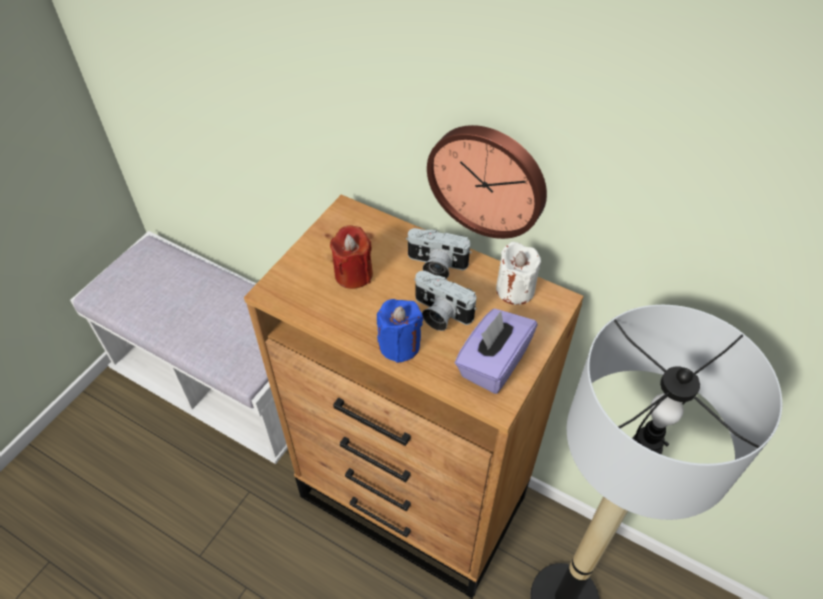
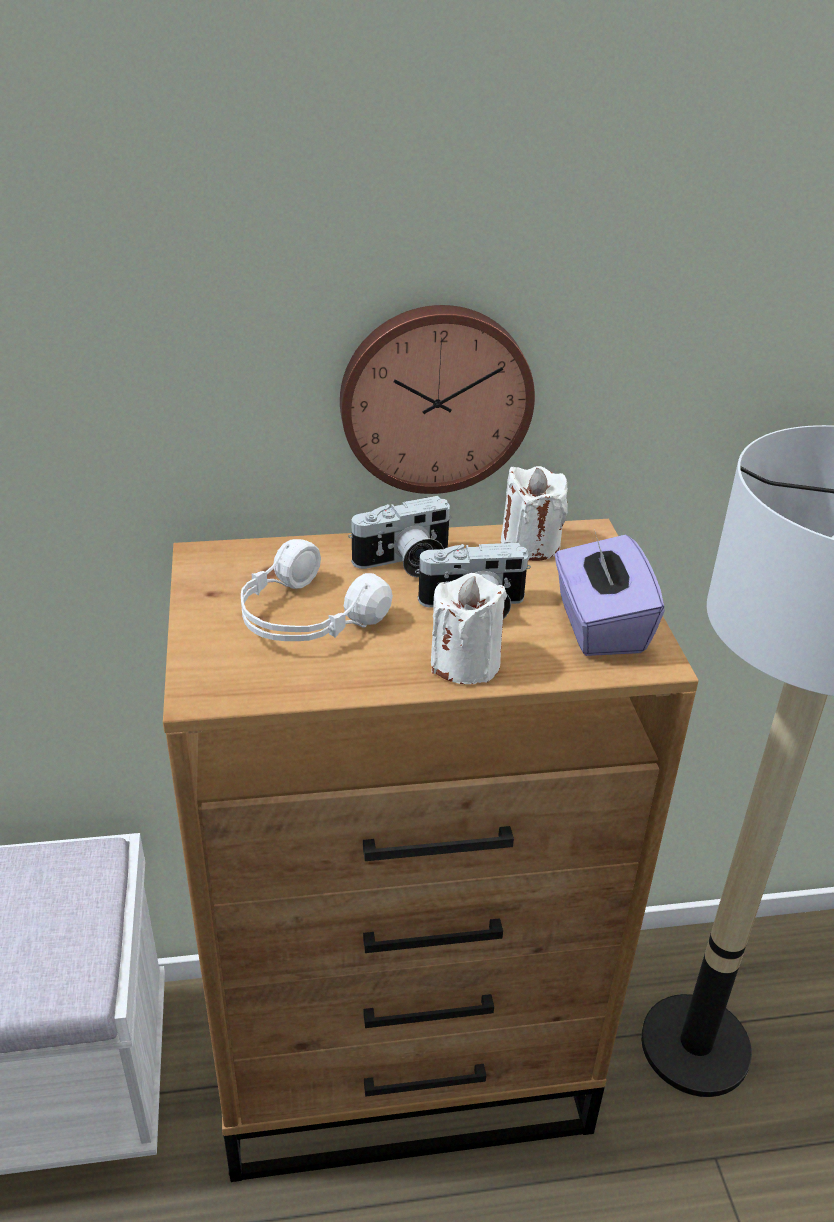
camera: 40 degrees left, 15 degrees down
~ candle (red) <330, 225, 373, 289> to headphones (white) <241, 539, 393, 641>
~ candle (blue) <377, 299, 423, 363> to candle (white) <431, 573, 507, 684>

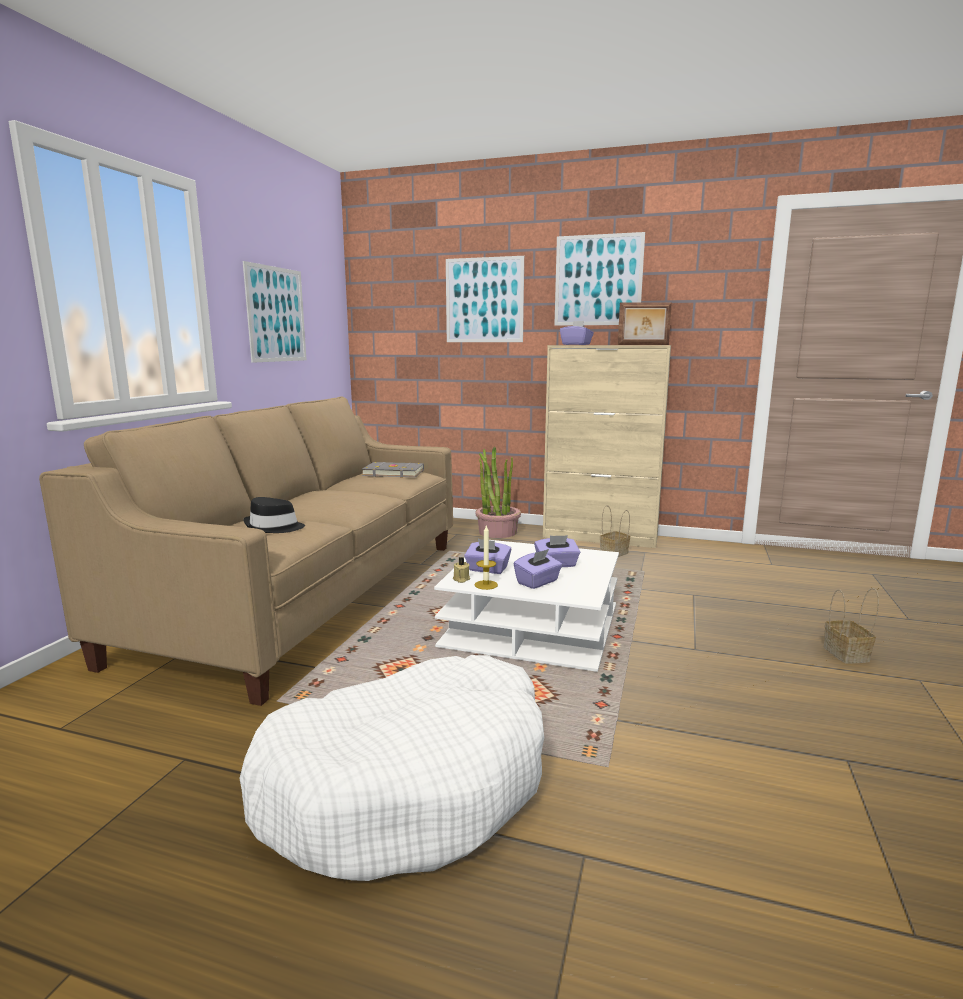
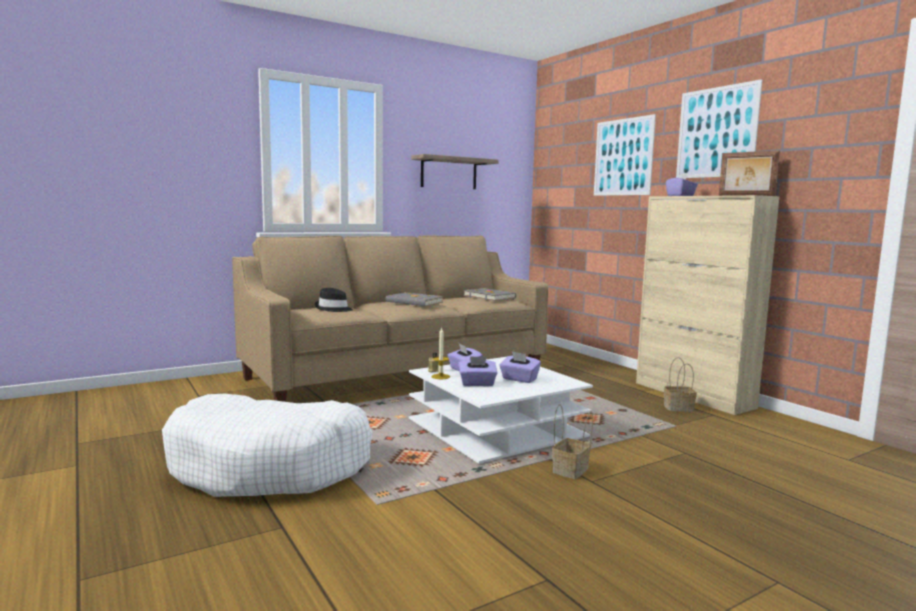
camera: 40 degrees right, 5 degrees down
~ picture <243, 261, 307, 363> to shelf <411, 154, 499, 189>
- potted plant <475, 447, 521, 538>
~ basket <824, 588, 879, 663> to <552, 404, 593, 479>
+ book (grey) <385, 292, 443, 306>

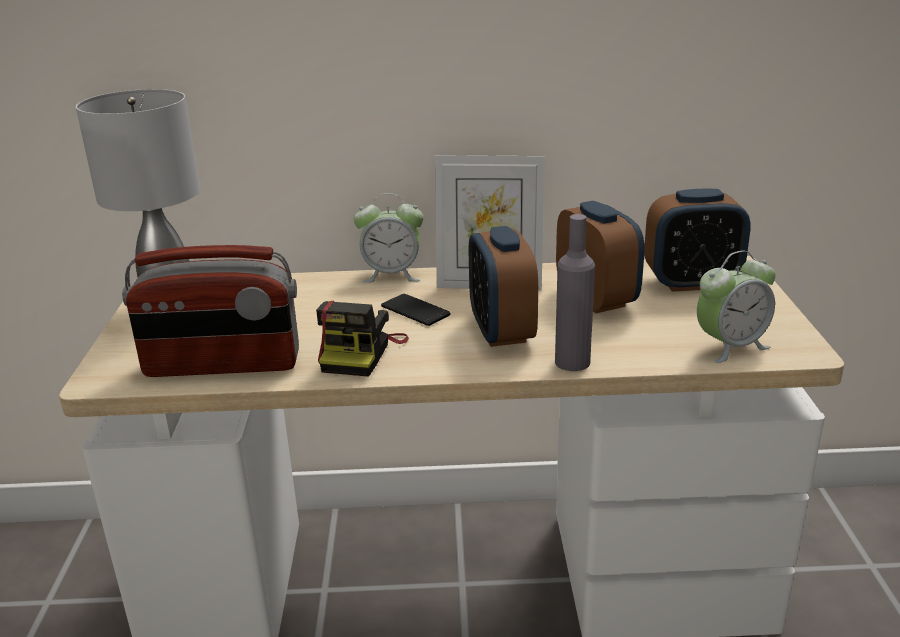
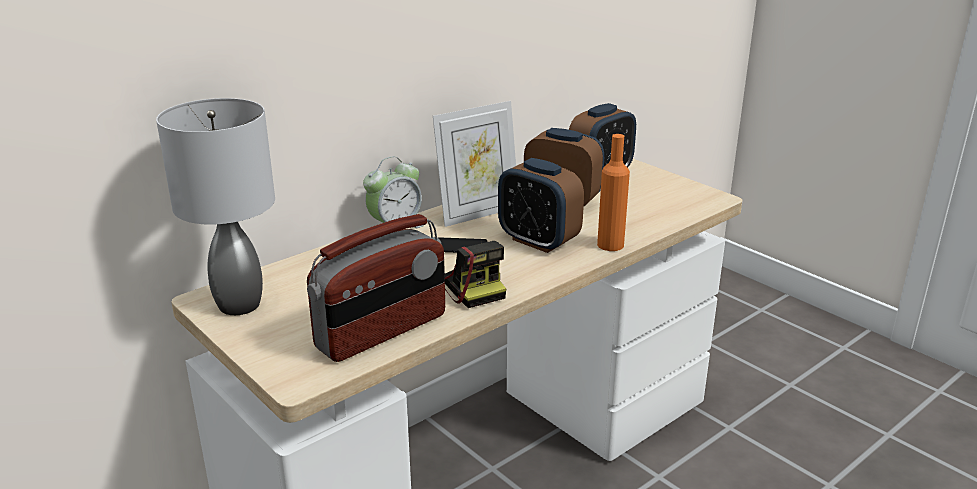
camera: 40 degrees left, 0 degrees up
~ bottle (grey) <555, 214, 595, 371> to bottle (orange) <597, 134, 630, 251>
- alarm clock <697, 250, 775, 363>

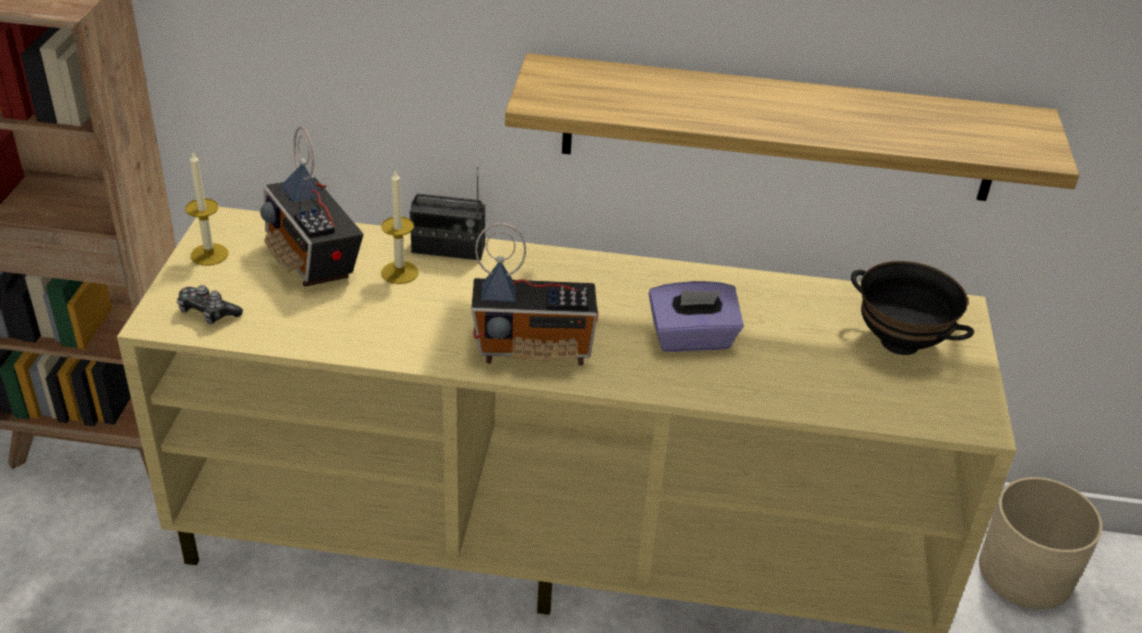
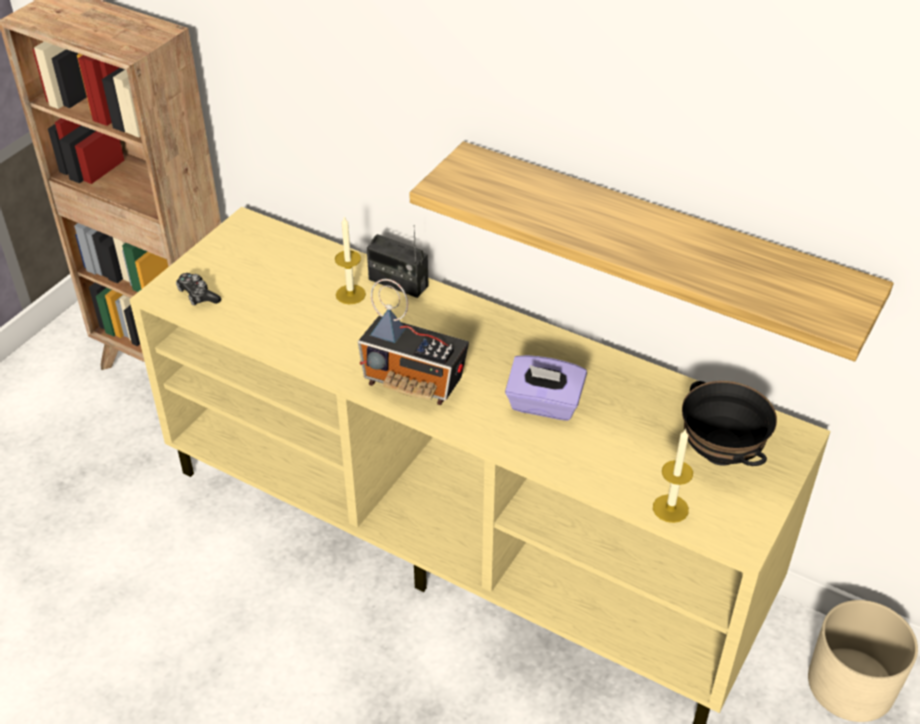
camera: 25 degrees right, 5 degrees up
- radio <260, 126, 364, 287>
~ candle <185, 153, 228, 266> to <653, 428, 693, 523>

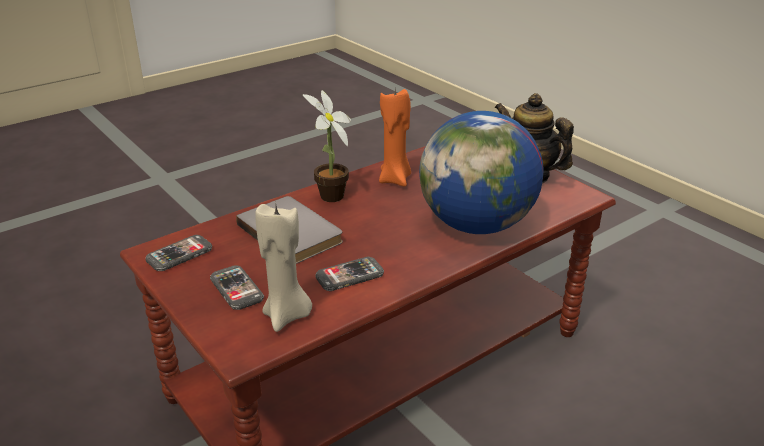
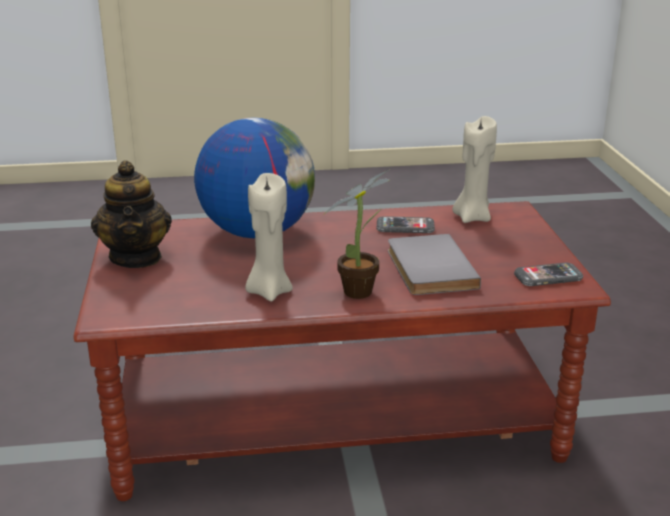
camera: 150 degrees left, 5 degrees down
~ candle (orange) <379, 88, 411, 187> to candle (beige) <245, 173, 293, 302>
- phone <210, 265, 264, 310>

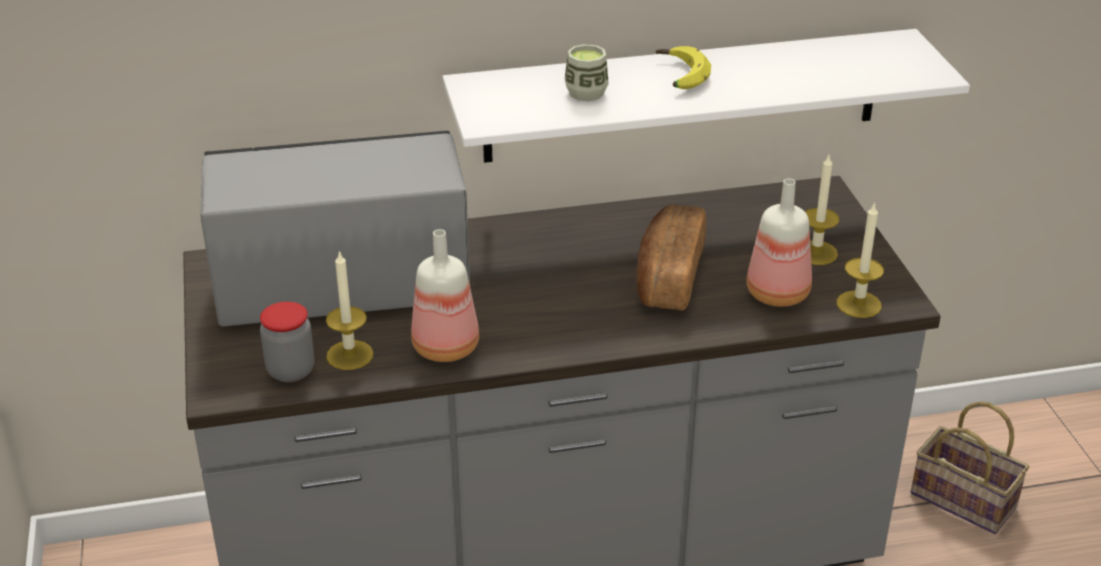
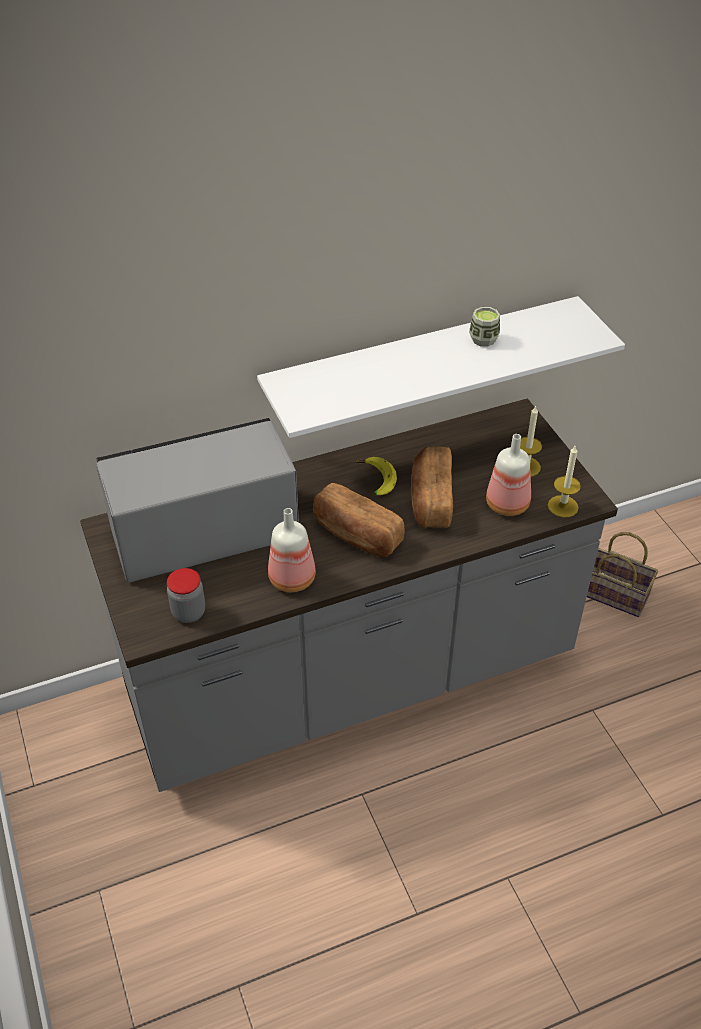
camera: 10 degrees left, 10 degrees up
~ cup <565, 44, 609, 101> to <469, 307, 500, 347>
~ banana <656, 46, 711, 89> to <356, 457, 397, 496>
- candle <326, 250, 373, 370>
+ bread <313, 483, 405, 557>

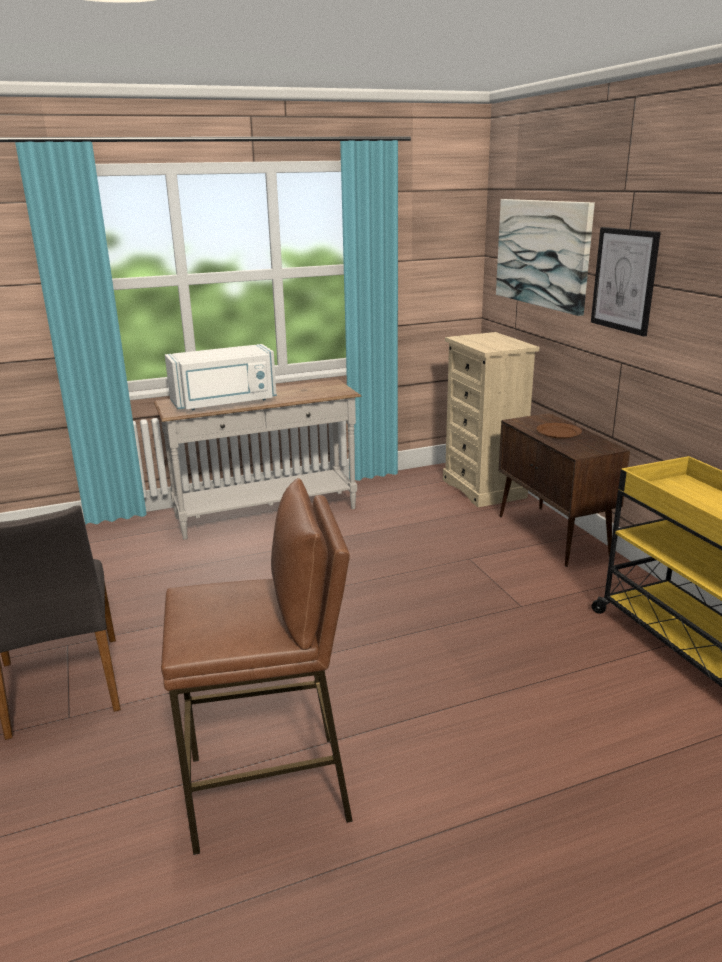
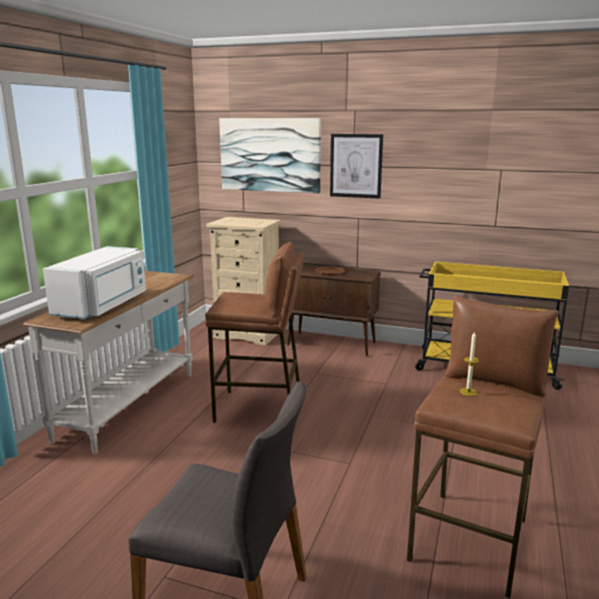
camera: 50 degrees left, 5 degrees down
+ stool (brown) <205, 242, 304, 423>
+ candle <459, 331, 479, 396>

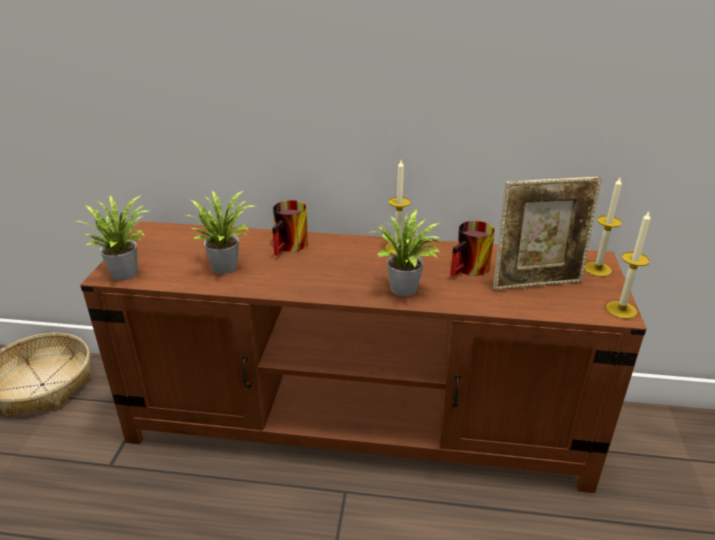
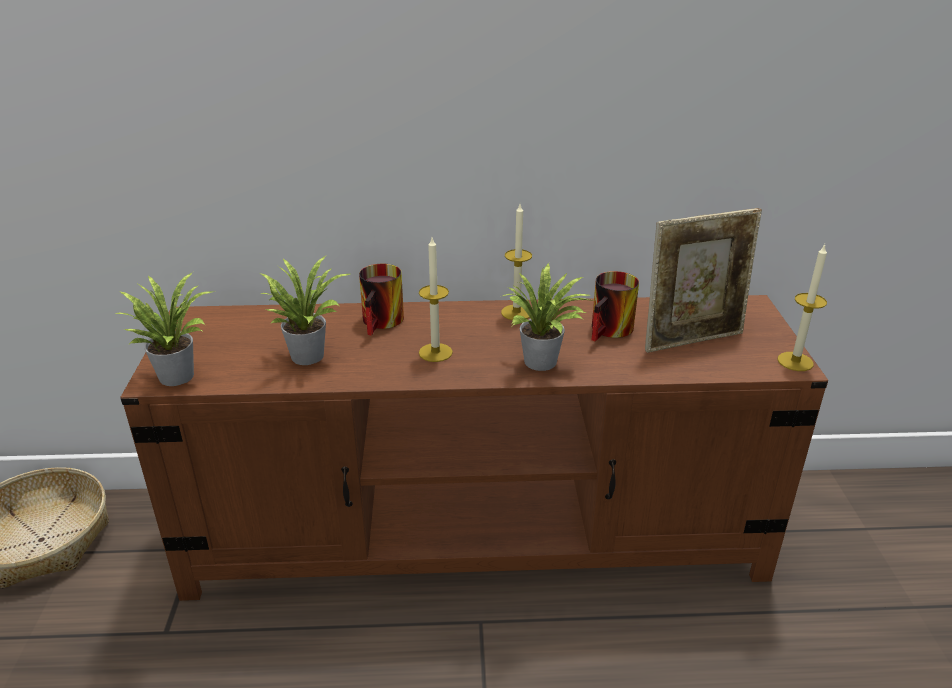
camera: 10 degrees left, 0 degrees up
~ candle <584, 178, 622, 277> to <419, 238, 453, 362>

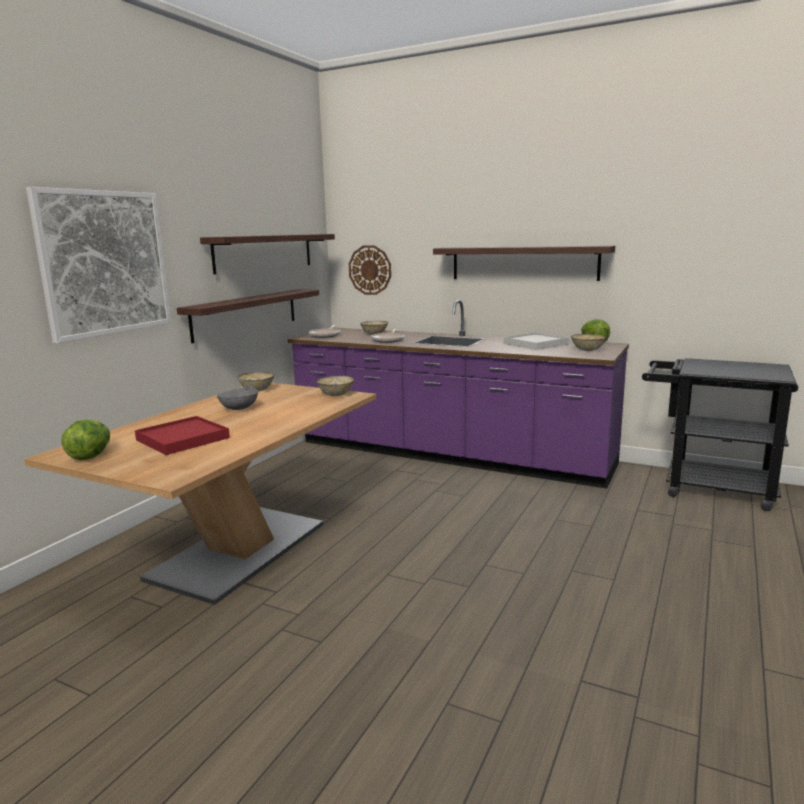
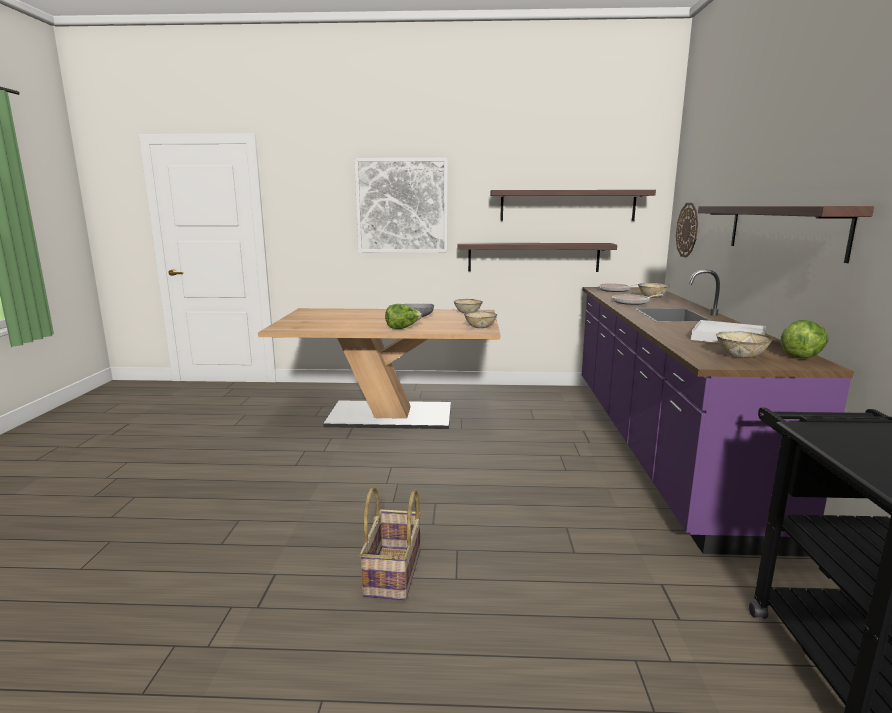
camera: 65 degrees right, 0 degrees up
- tray (red) <135, 416, 230, 455>
~ lettuce <61, 420, 110, 460> to <385, 304, 422, 329>
+ basket <359, 487, 421, 600>

